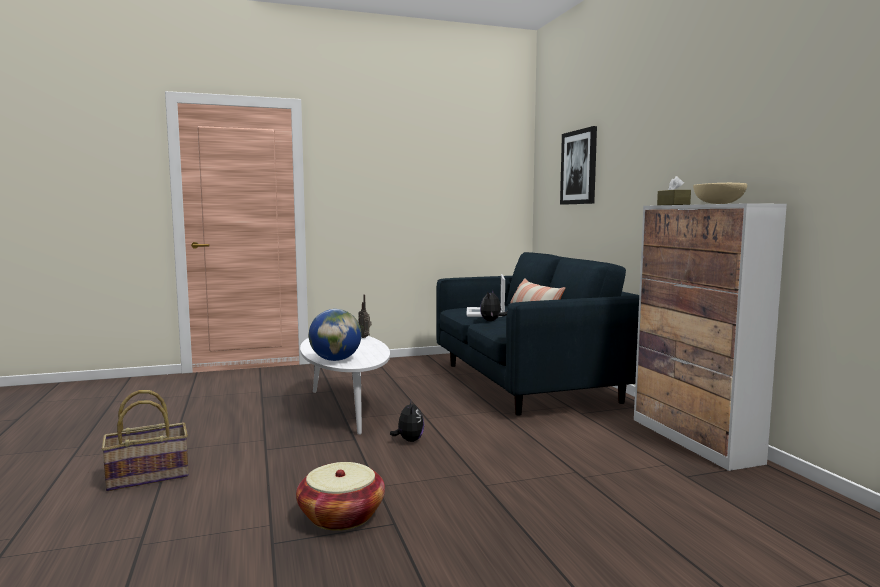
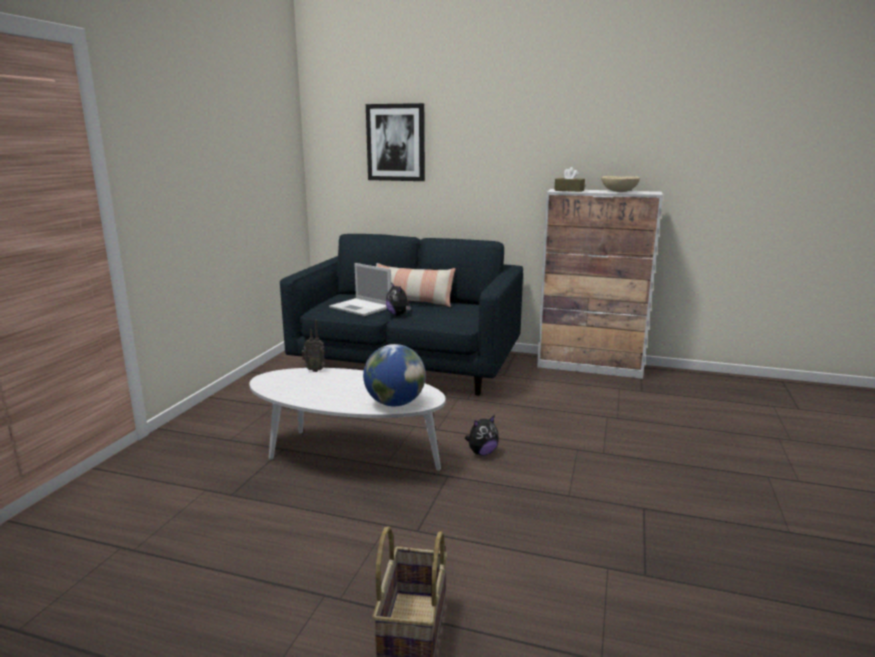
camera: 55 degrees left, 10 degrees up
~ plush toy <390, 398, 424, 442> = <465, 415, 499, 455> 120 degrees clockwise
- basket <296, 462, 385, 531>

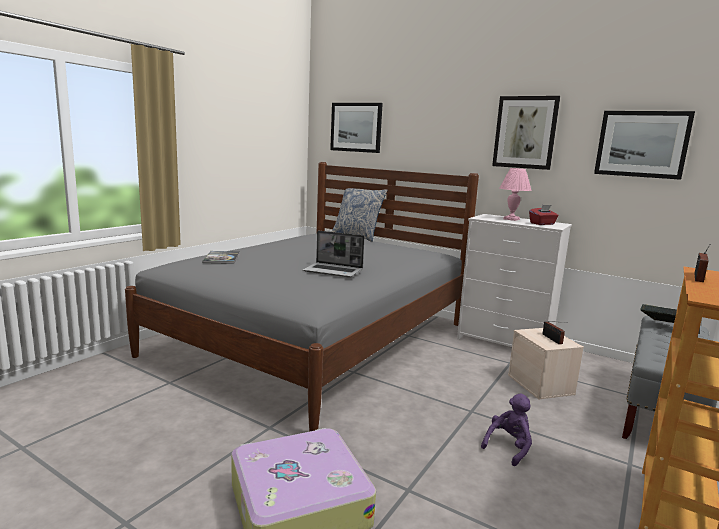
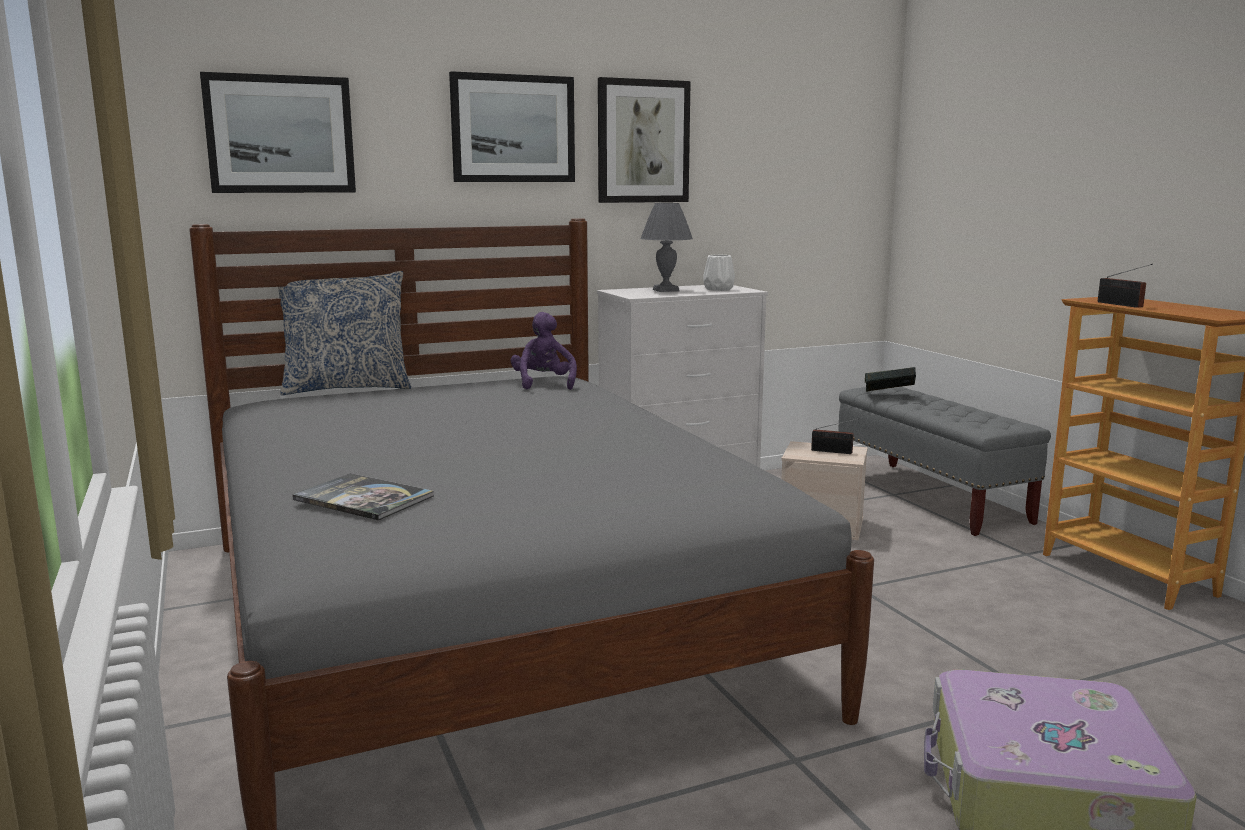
camera: 55 degrees left, 0 degrees up
~ picture <594, 111, 695, 180> to <449, 71, 575, 182>
~ table lamp (pink) <500, 168, 532, 221> to table lamp (grey) <640, 203, 693, 292>
~ tissue box (red) <529, 205, 559, 225> to vase (white) <703, 255, 735, 291>
- laptop <303, 231, 365, 278>
~ plush toy (purple) <481, 393, 532, 466> to <511, 312, 577, 390>

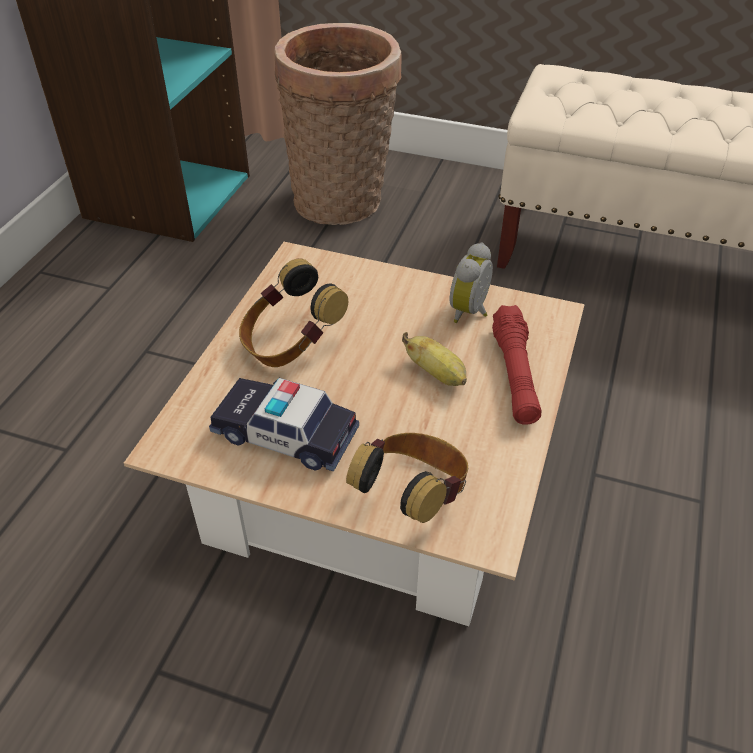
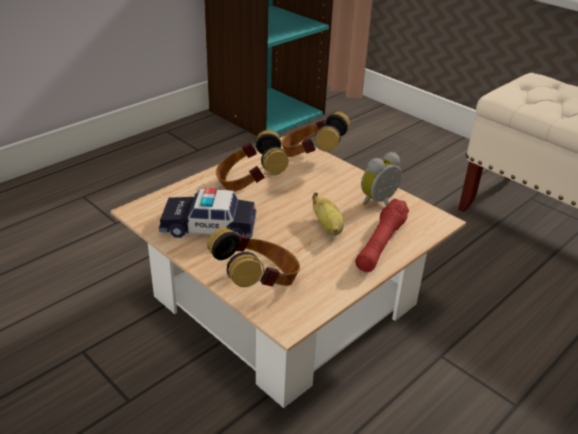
camera: 25 degrees right, 10 degrees down
- basket <274, 23, 402, 225>
~ toy car <209, 378, 359, 472> = <159, 188, 256, 238> 45 degrees counterclockwise
+ headphones <281, 112, 350, 157>

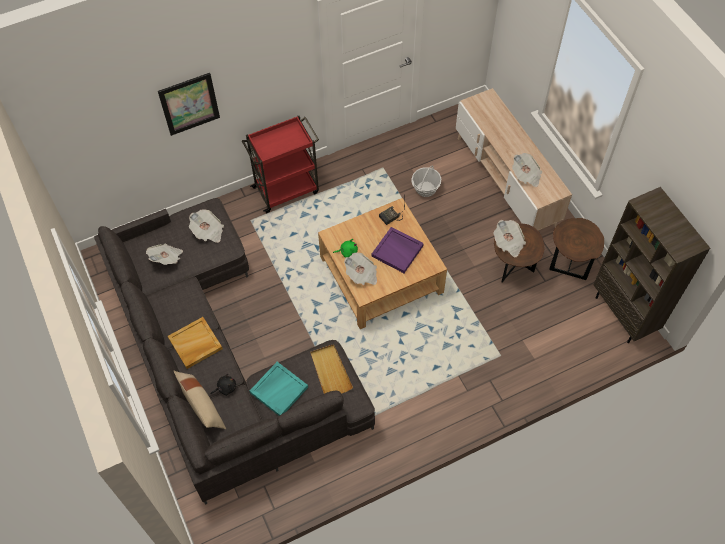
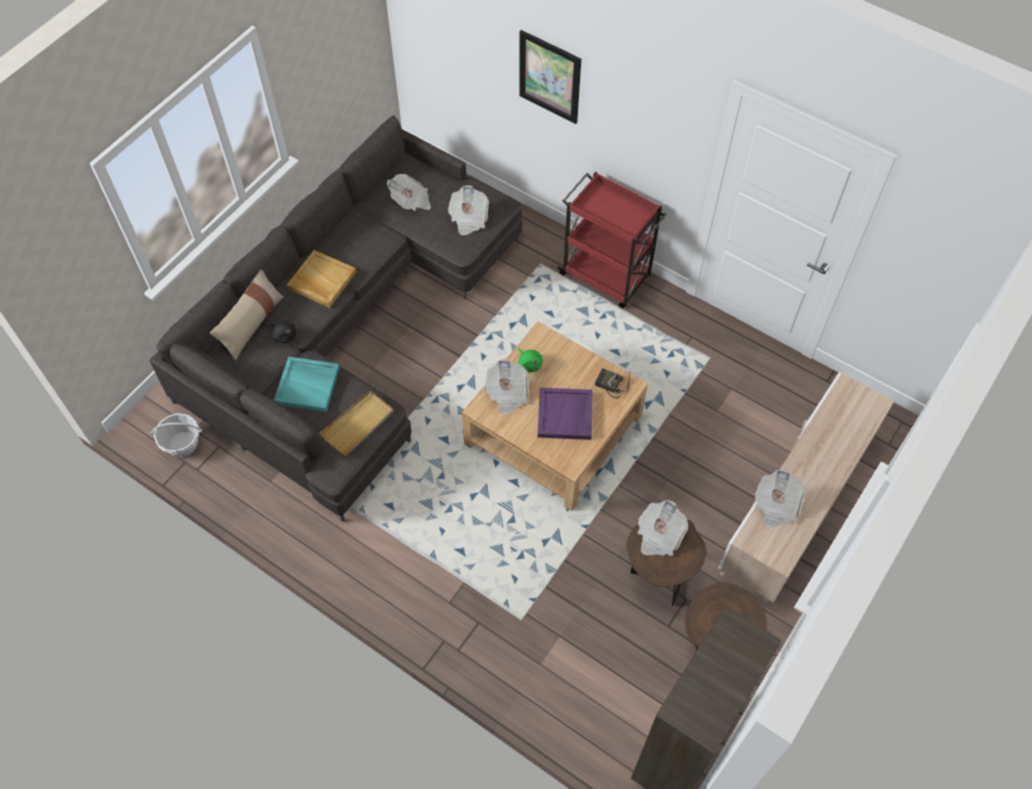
camera: 60 degrees right, 0 degrees up
~ basket <411, 165, 441, 197> to <150, 413, 202, 457>

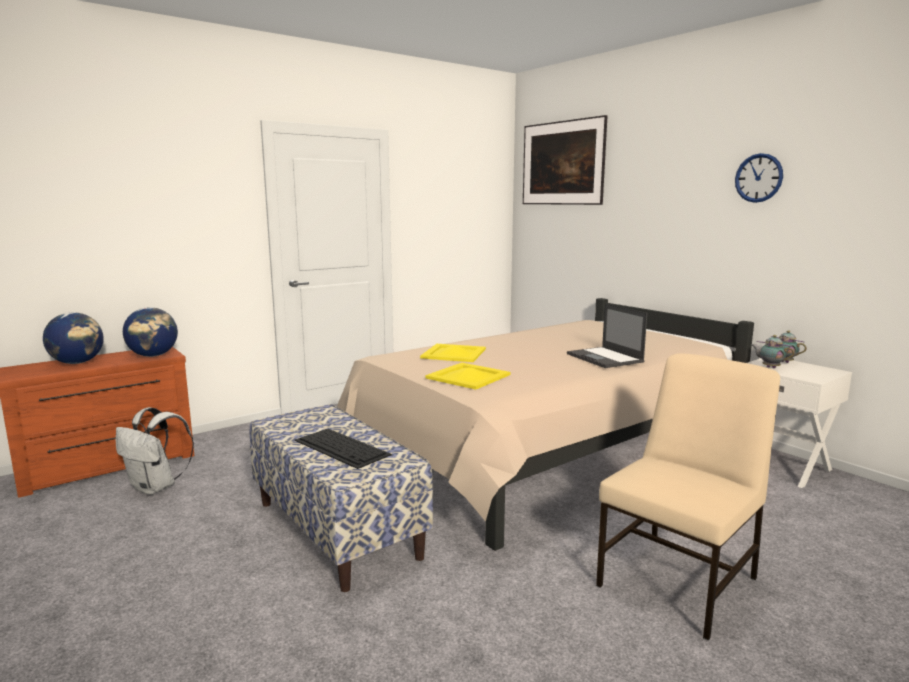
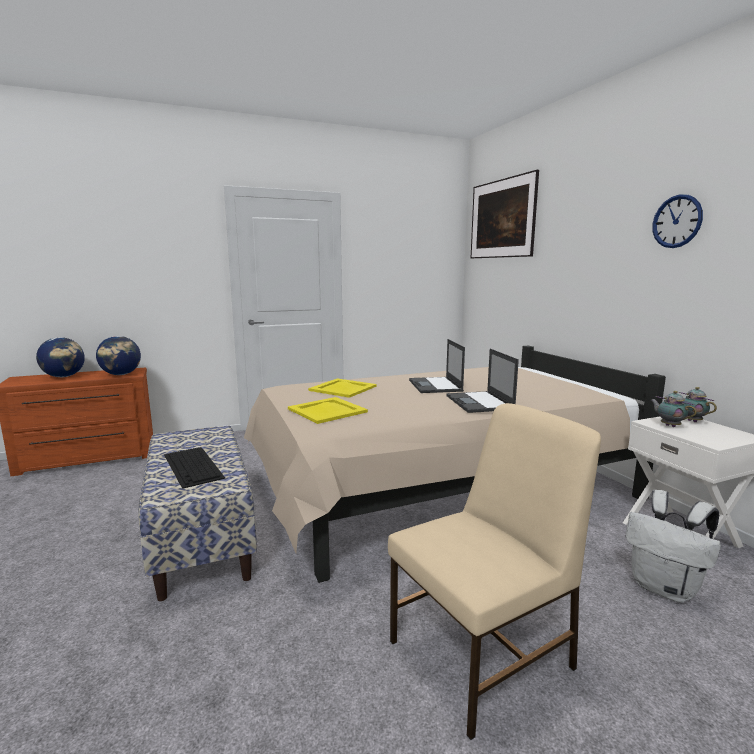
camera: 15 degrees right, 0 degrees up
~ backpack (white) <116, 407, 194, 495> to <626, 490, 721, 603>
+ laptop <409, 339, 465, 393>

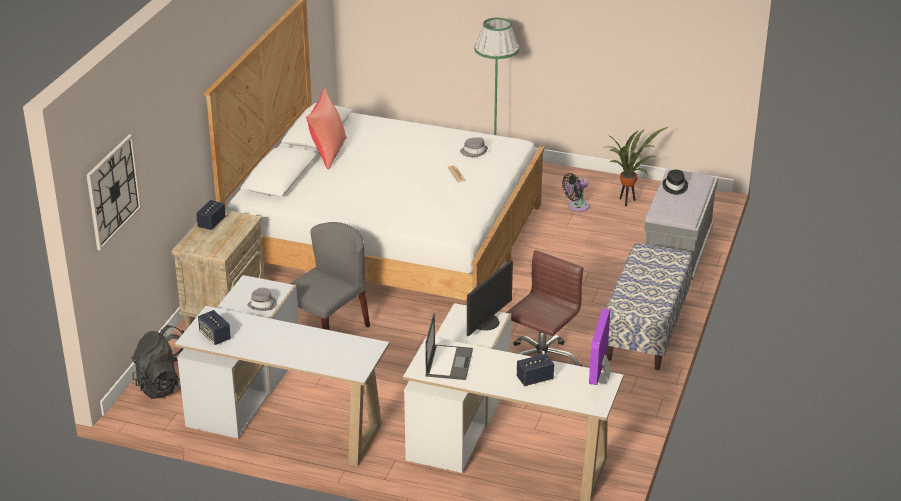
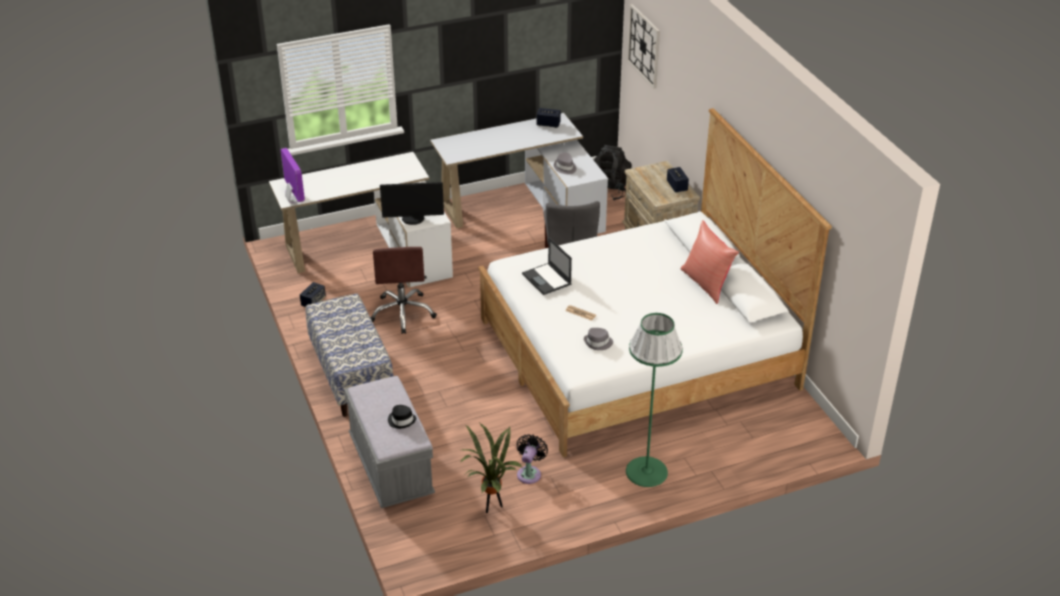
camera: 140 degrees right, 5 degrees up
~ monitor <467, 260, 513, 336> = <380, 182, 444, 225> 90 degrees counterclockwise
~ laptop <425, 313, 473, 380> to <522, 238, 572, 295>
~ speaker <517, 354, 554, 386> to <300, 282, 326, 307>

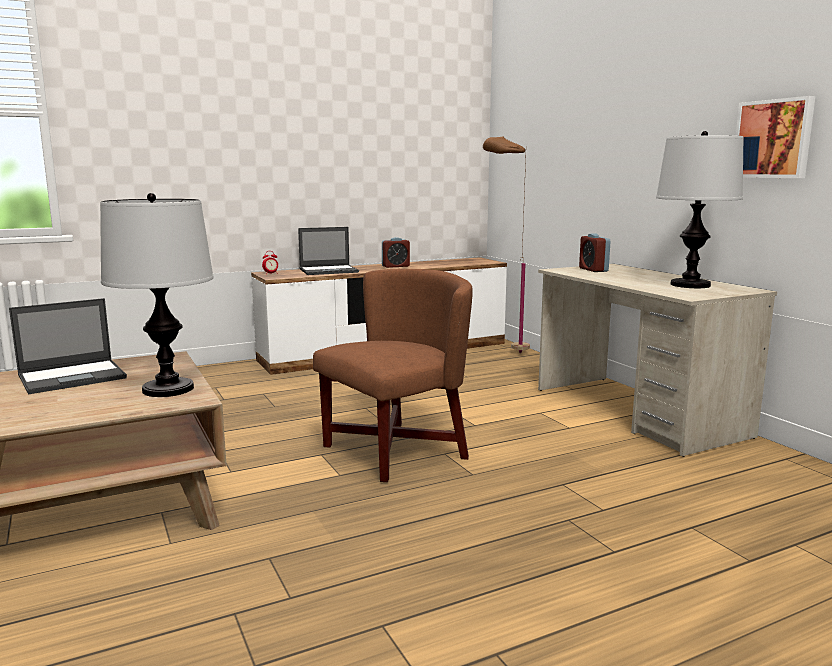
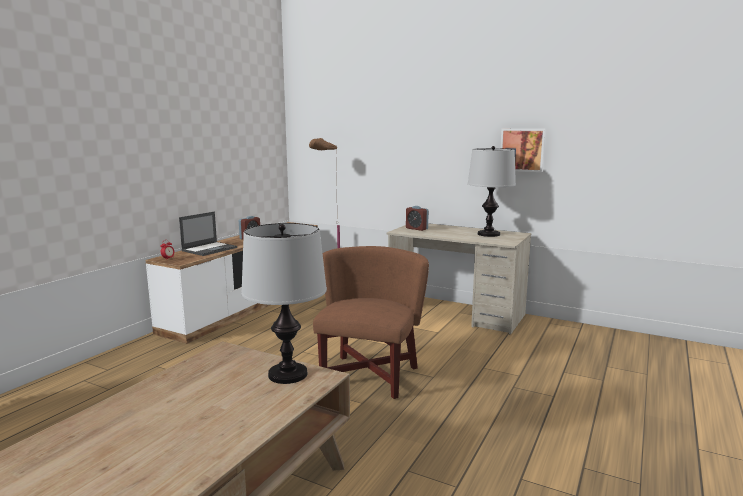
camera: 35 degrees left, 0 degrees up
- laptop <9, 298, 127, 394>

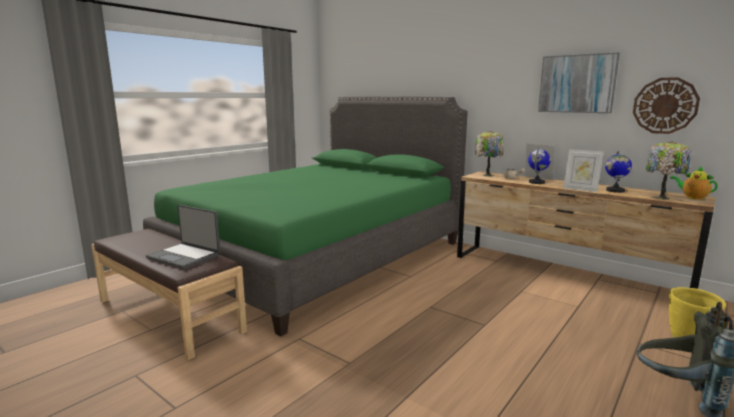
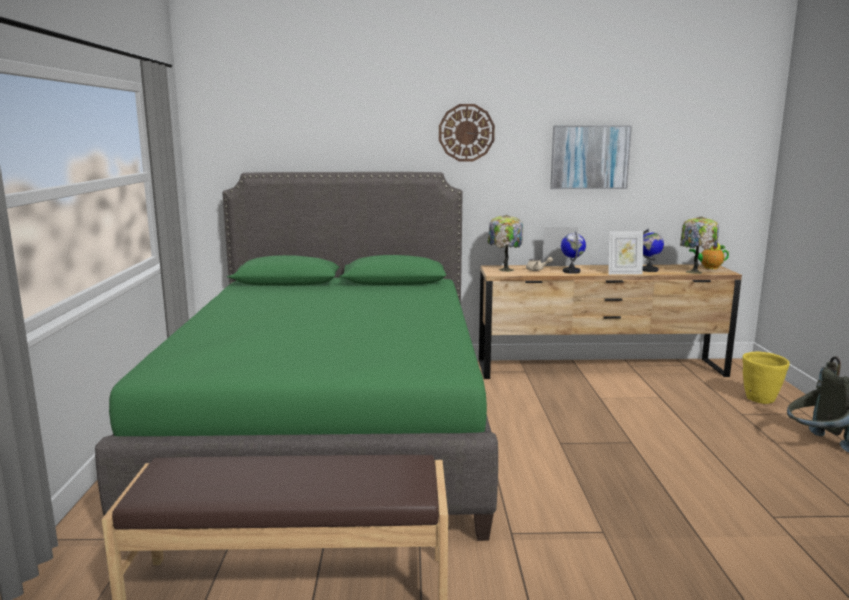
camera: 40 degrees left, 0 degrees up
~ wall clock <633, 77, 700, 134> to <439, 104, 495, 161>
- laptop <146, 205, 220, 269>

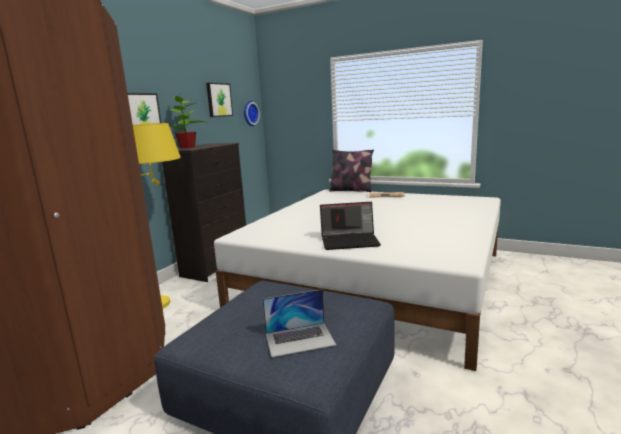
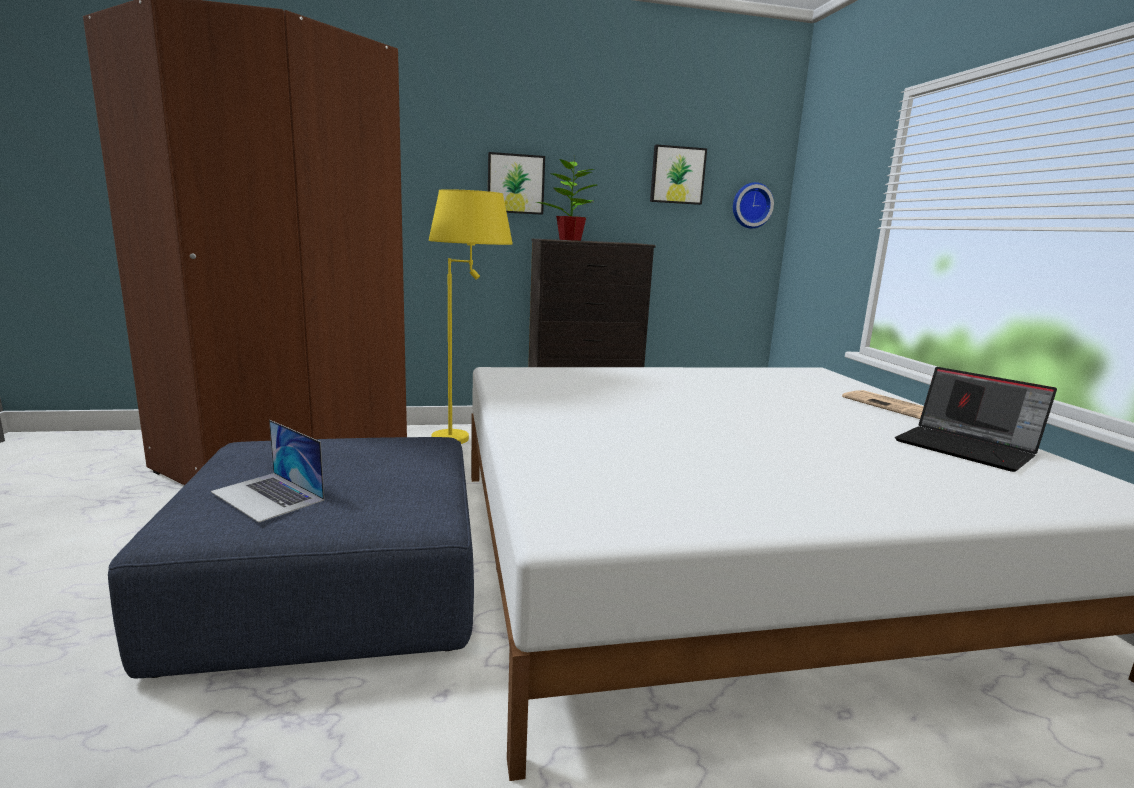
camera: 50 degrees right, 0 degrees up
- pillow <329, 149, 374, 192>
~ laptop <320, 202, 381, 250> to <895, 367, 1057, 472>

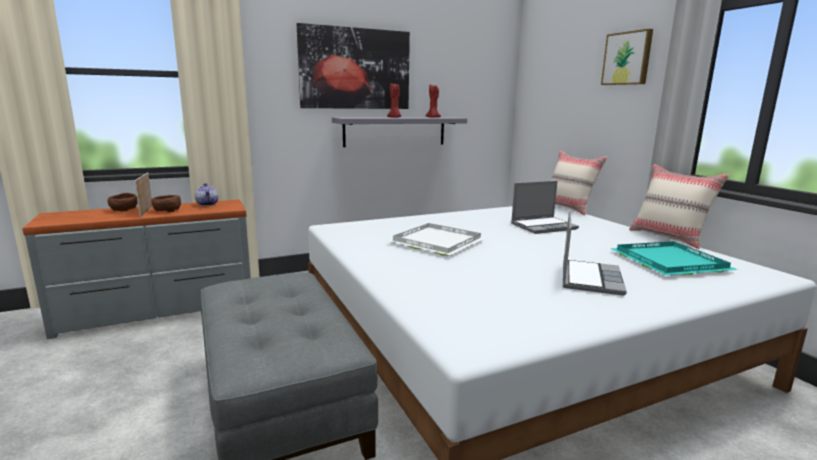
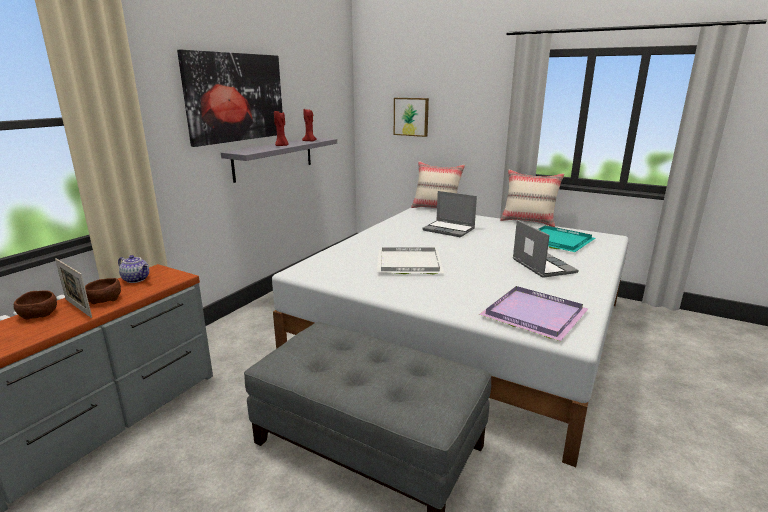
camera: 35 degrees left, 5 degrees up
~ picture <601, 29, 653, 85> to <394, 98, 429, 137>
~ laptop <511, 181, 579, 234> = <422, 191, 477, 237> 90 degrees clockwise
+ tray (purple) <479, 286, 588, 341>

